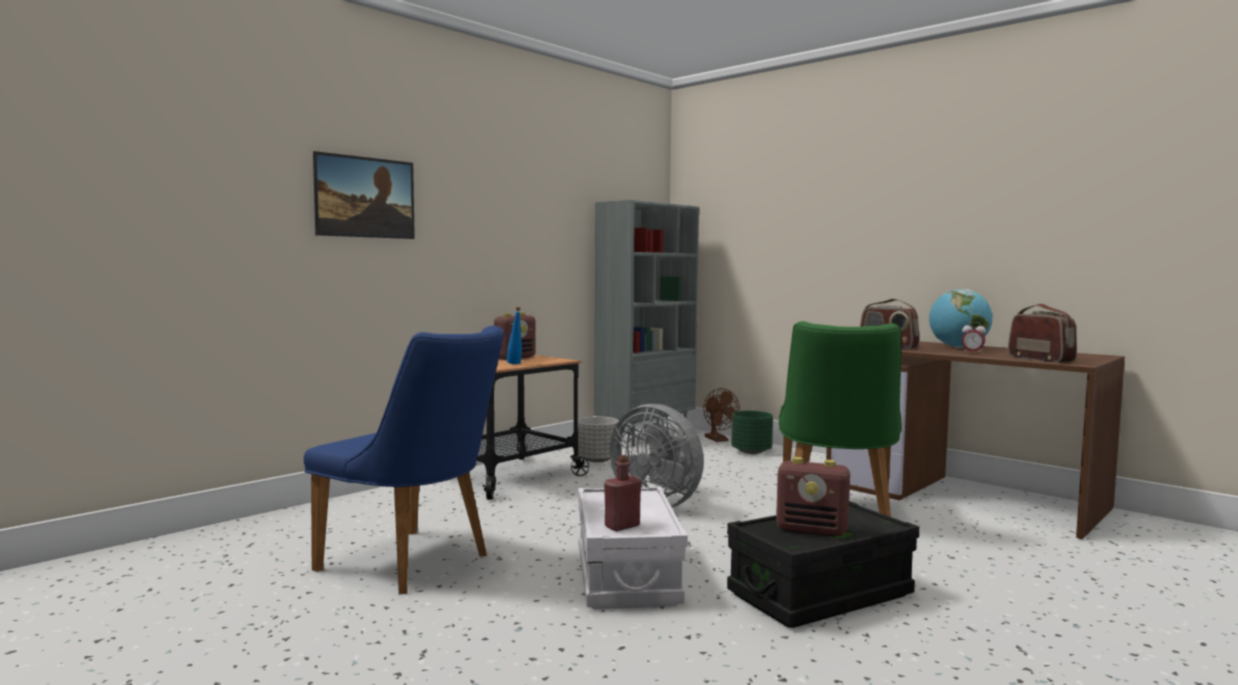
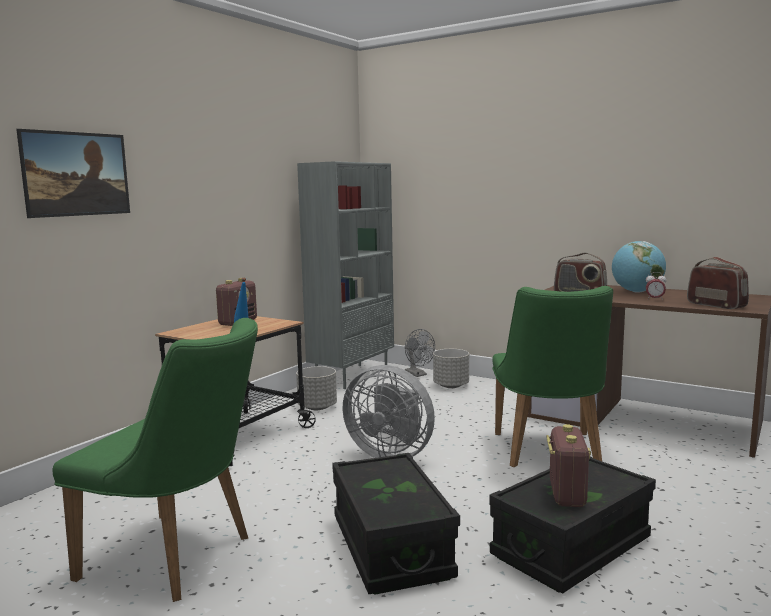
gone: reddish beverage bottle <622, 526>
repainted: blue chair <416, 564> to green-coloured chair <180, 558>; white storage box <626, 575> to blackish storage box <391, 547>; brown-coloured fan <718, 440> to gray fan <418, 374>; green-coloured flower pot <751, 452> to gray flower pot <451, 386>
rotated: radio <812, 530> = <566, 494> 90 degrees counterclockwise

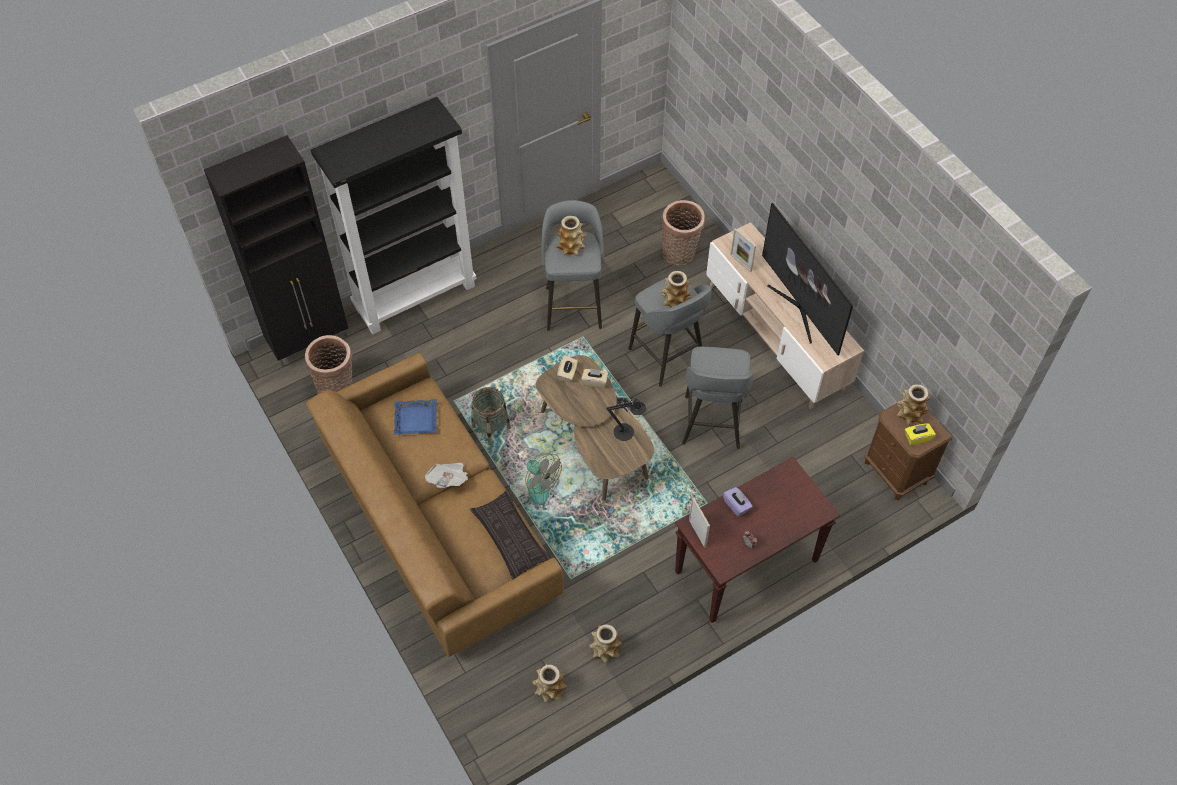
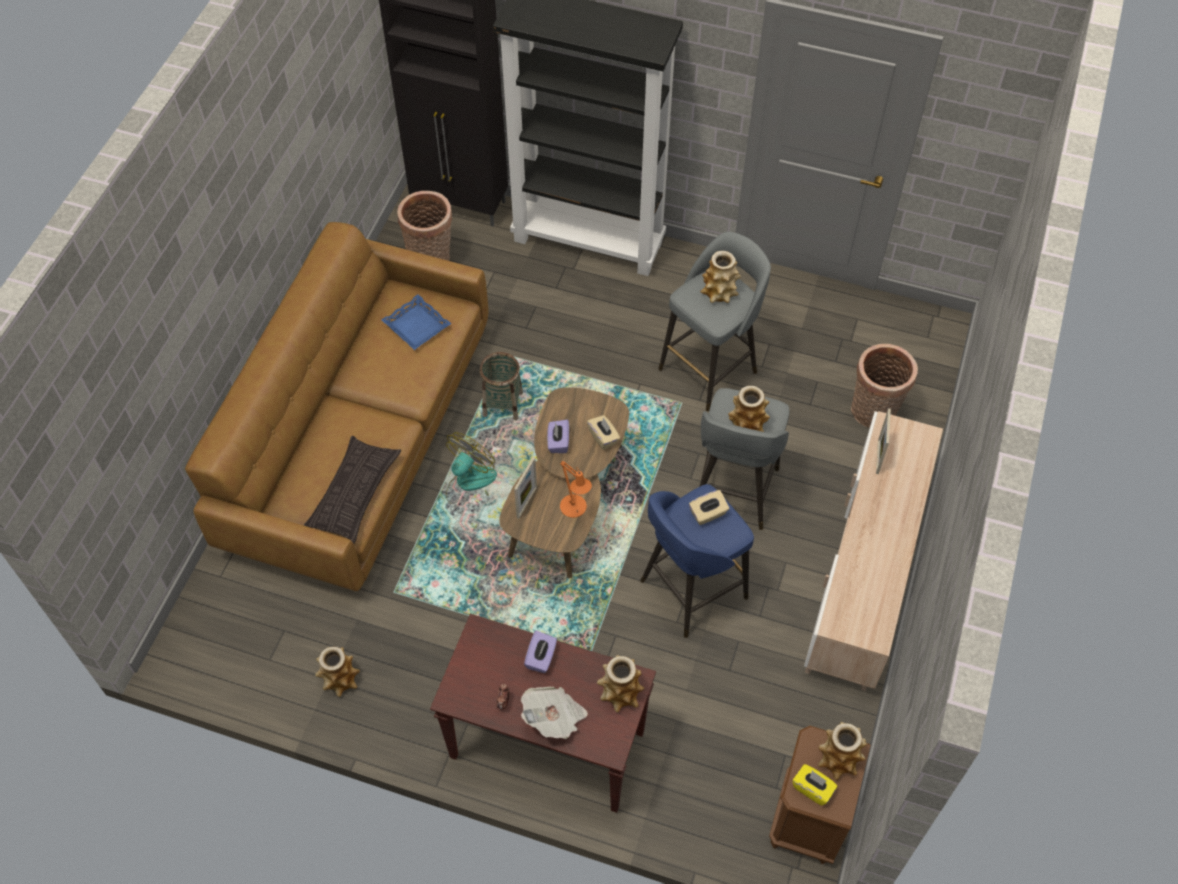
gone: TV <799, 309>
new: purplish box of tissues <558, 442>
shifted: photo frame <697, 533> to <526, 502>; daily paper <449, 480> to <554, 718>; flower vase <549, 689> to <620, 692>; sand-coloured box of tissues <567, 374> to <708, 514>
repainted: blackish lamp for a table <626, 432> to orange-coloured lamp for a table <575, 509>; gray sitting stool <711, 424> to blue sitting stool <690, 590>
rotated: fan <533, 485> = <470, 485> 150 degrees counterclockwise

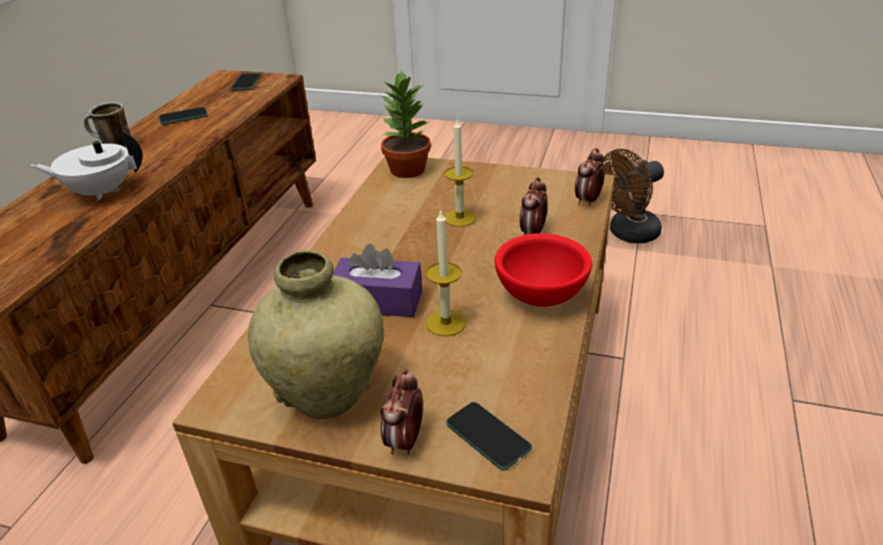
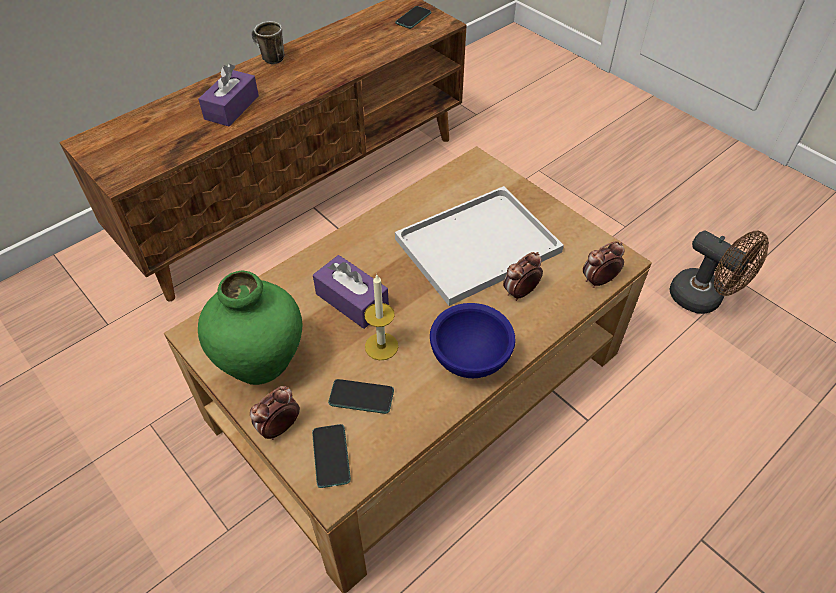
gone: potted plant <407, 170>
shifted: handset <183, 117> to <361, 397>
swapped: white tea pot <101, 192> to purplish box of tissues <231, 107>; wax light <460, 218> to white serving tray <476, 247>
repainted: sand-coloured flower vase <328, 394> to green-coloured flower vase <262, 364>; reddish deep dish <541, 296> to blue deep dish <469, 360>
rotated: brown-coloured fan <628, 234> = <703, 299> 135 degrees counterclockwise

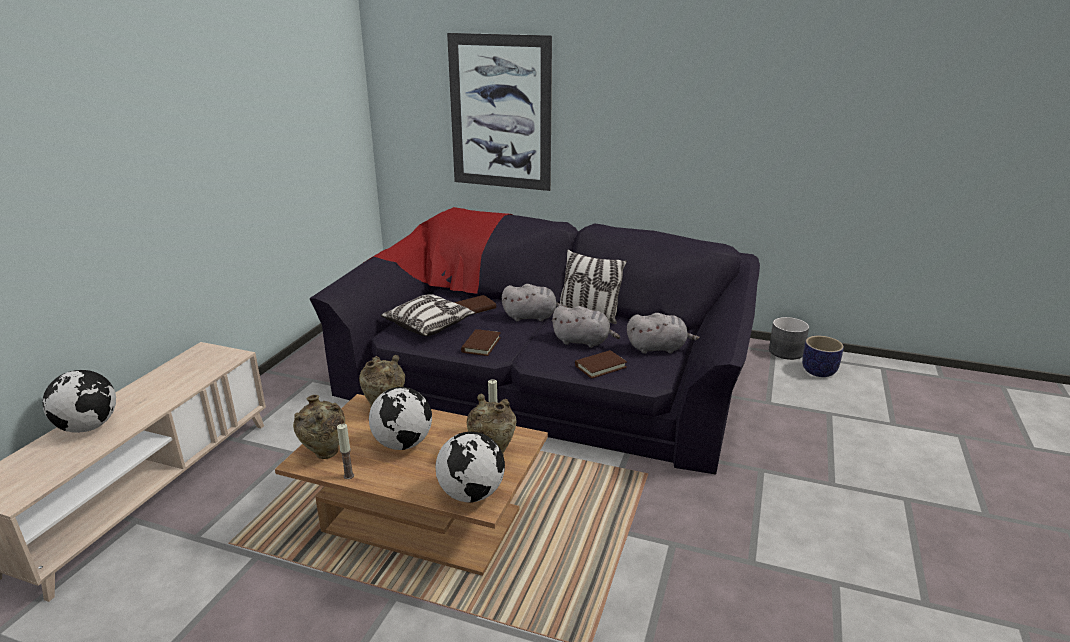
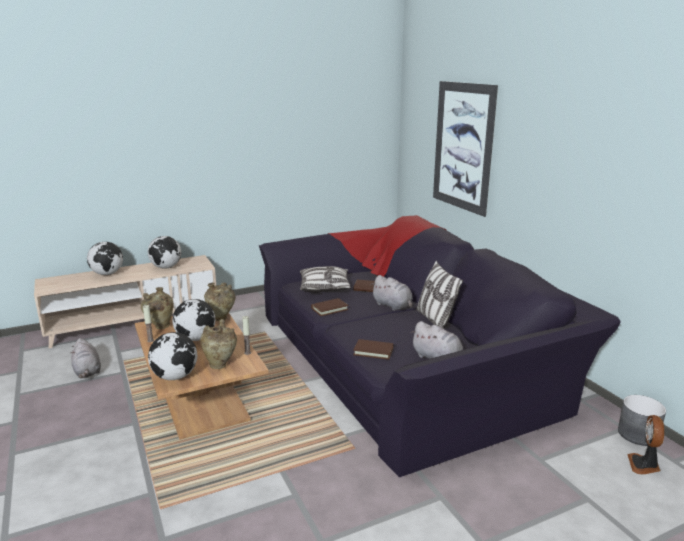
new: world globe <166, 267>
shifted: gray cuddly toy <583, 341> to <87, 372>
swapped: flower pot <819, 371> to fan <644, 465>

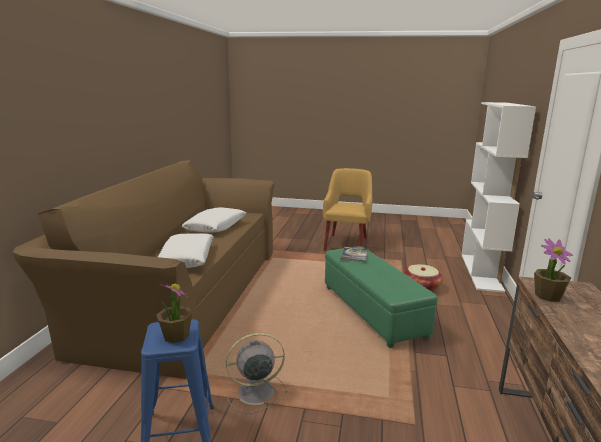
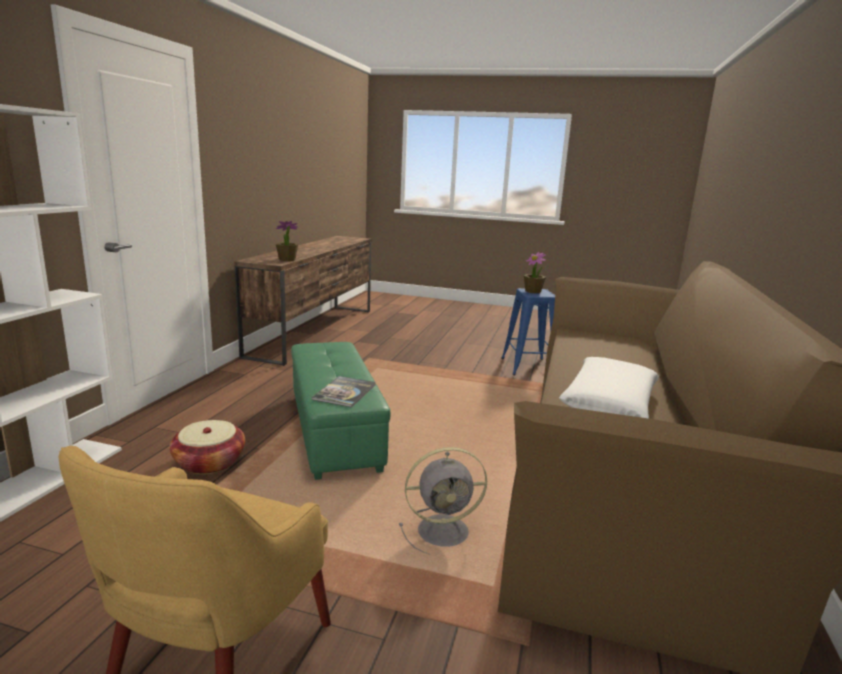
gone: white throw pillow <187, 258>
shifted: gray fan <254, 392> to <445, 531>

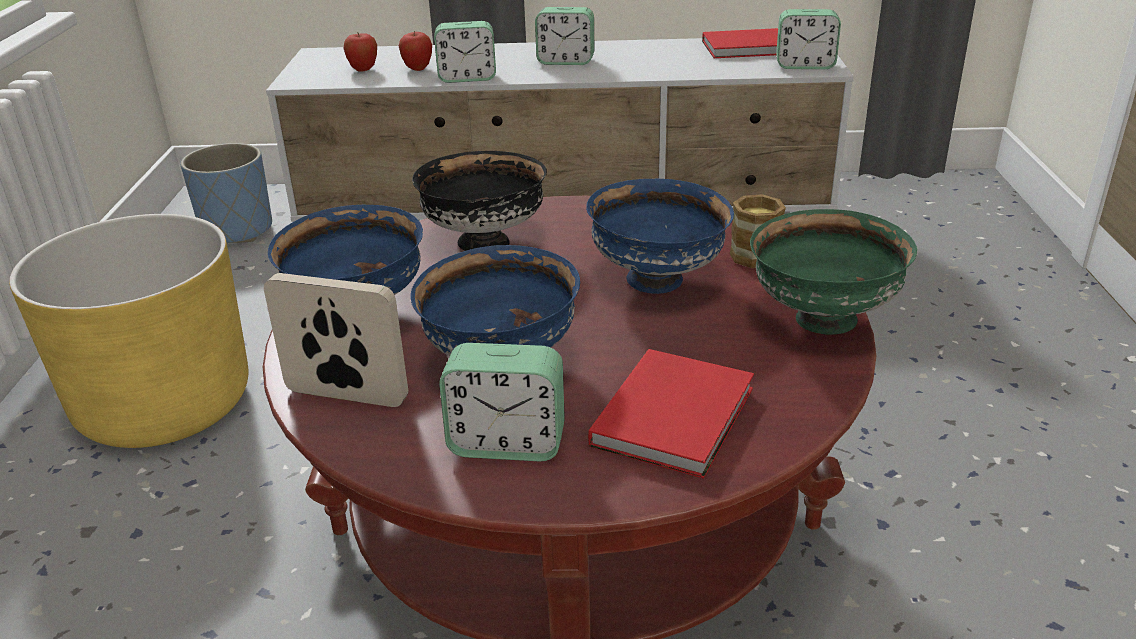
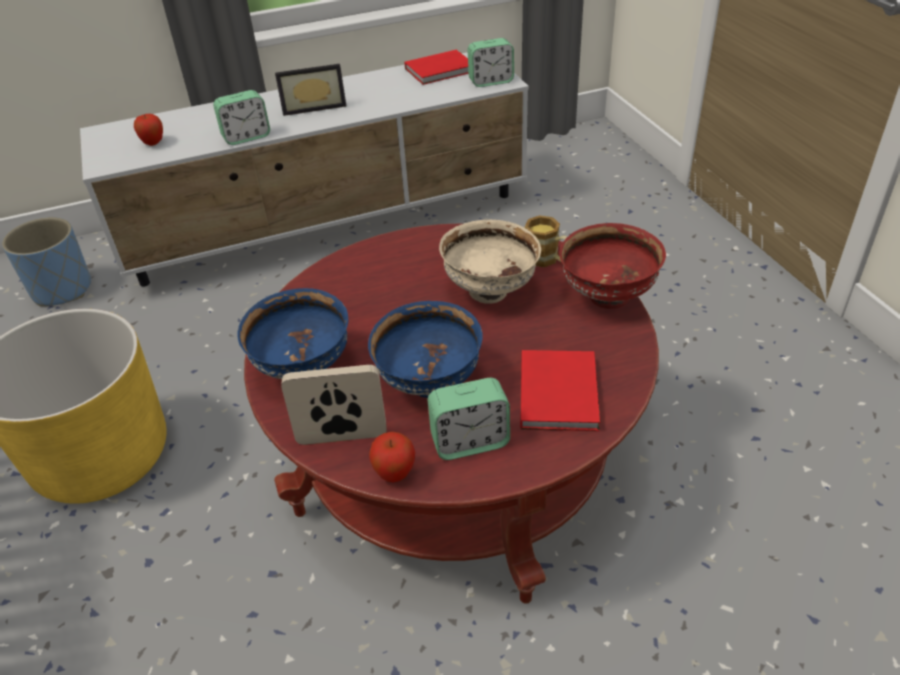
gone: blackish deep dish <483, 242>
shifted: apple <418, 69> to <395, 474>
swapped: bedside clock <566, 61> to photo frame <313, 106>
repainted: blue deep dish <658, 280> to sand-coloured deep dish <490, 291>; green-coloured deep dish <822, 321> to reddish deep dish <607, 298>

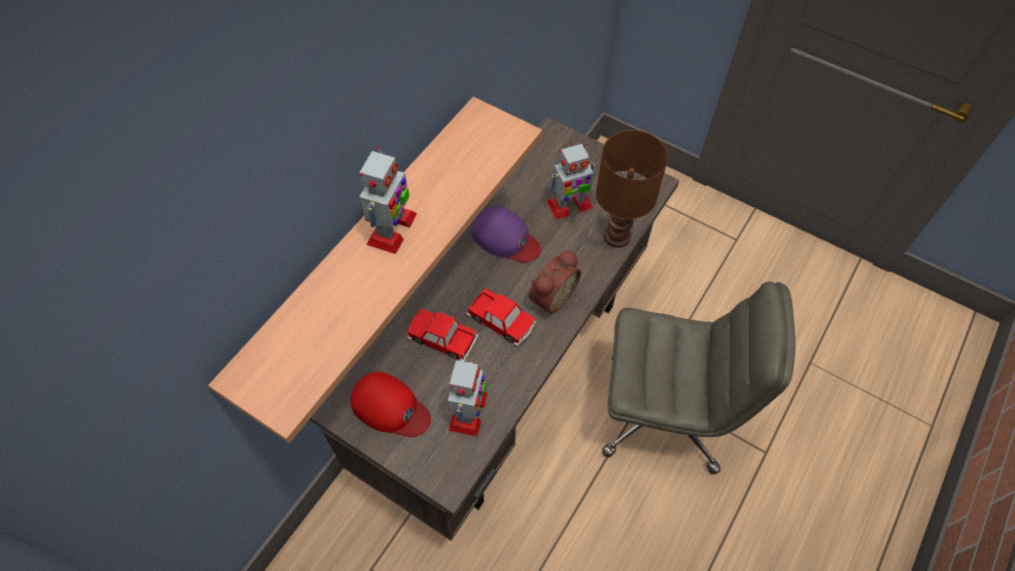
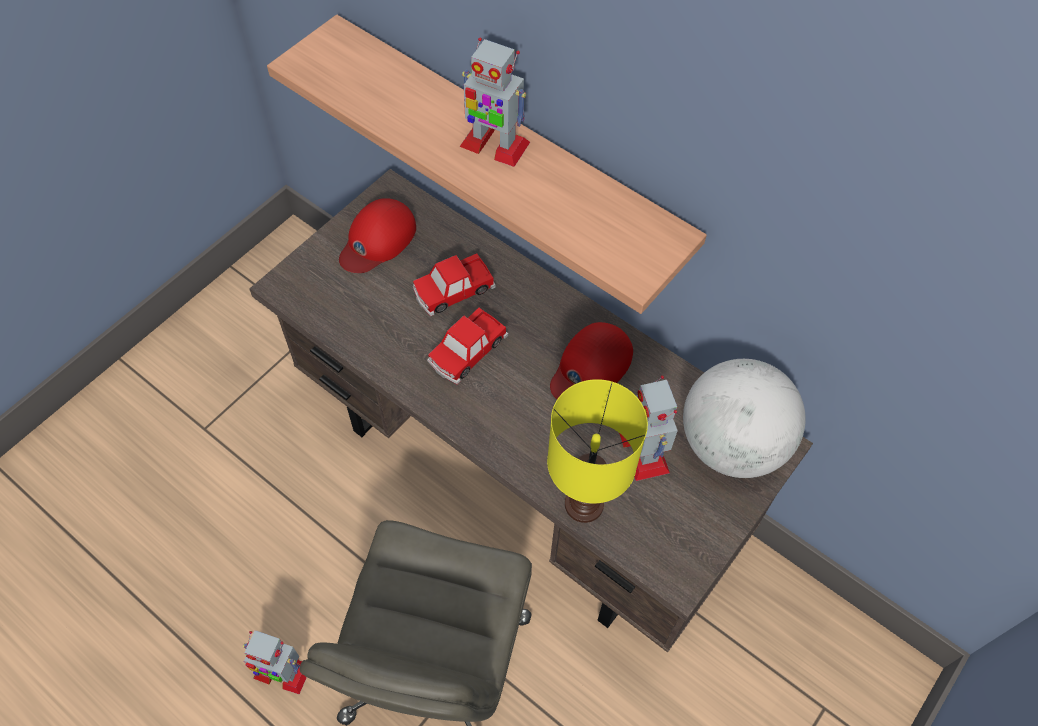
gone: bedside clock <550, 296>
new: world globe <731, 444>
shifted: toy robot <468, 412> to <281, 671>
repainted: brown-coloured lamp for a table <616, 237> to yellowish lamp for a table <582, 503>; purplish baseball cap <505, 238> to reddish baseball cap <590, 367>
rotated: toy car <442, 338> = <453, 290> 150 degrees counterclockwise

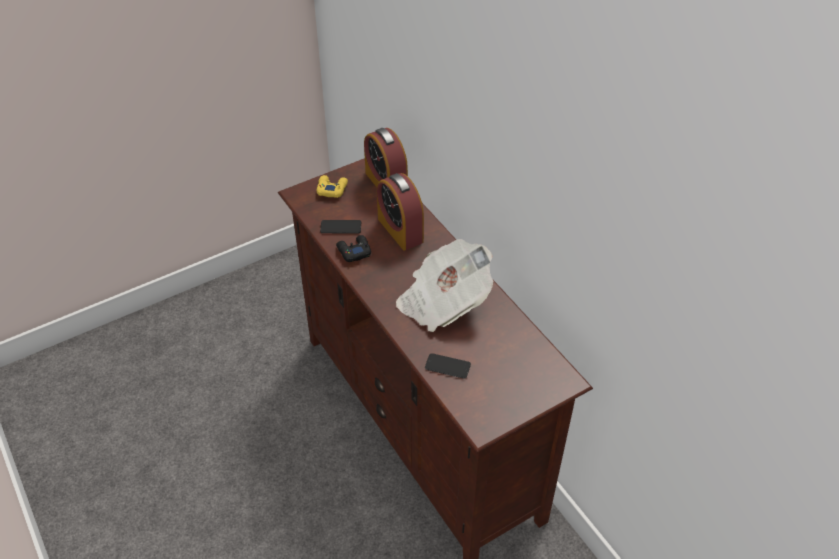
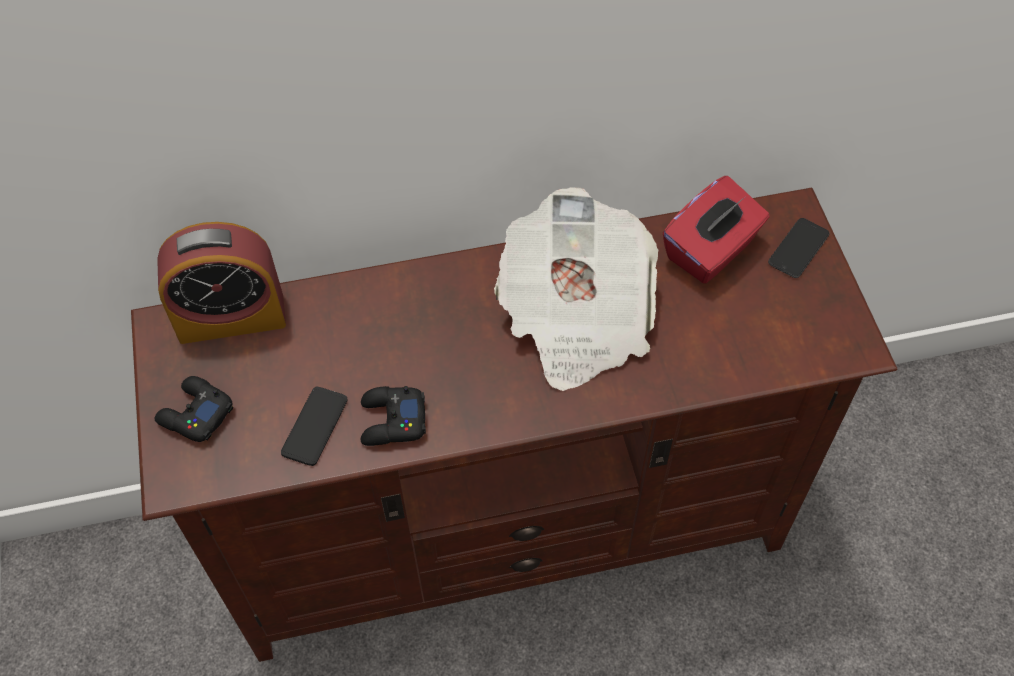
gone: bedside clock <400, 230>
new: reddish box of tissues <711, 251>
shifted: handset <447, 366> to <798, 248>
repainted: yellowish gamepad <332, 189> to blackish gamepad <195, 414>

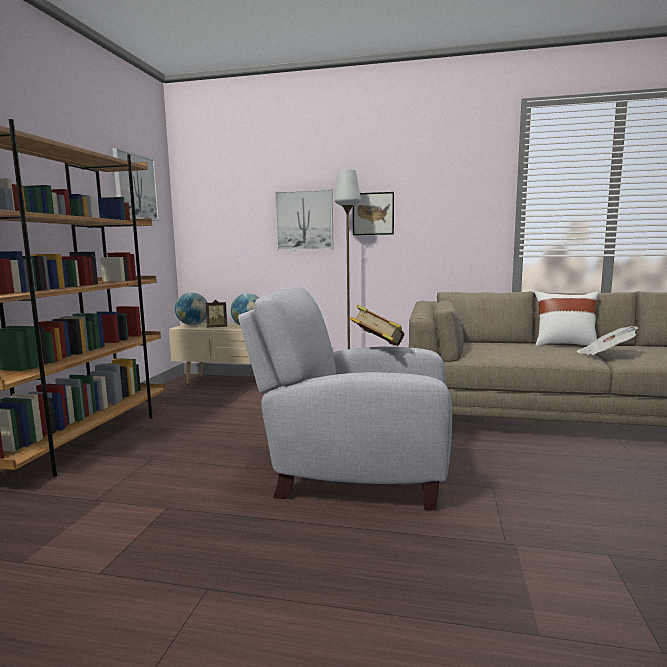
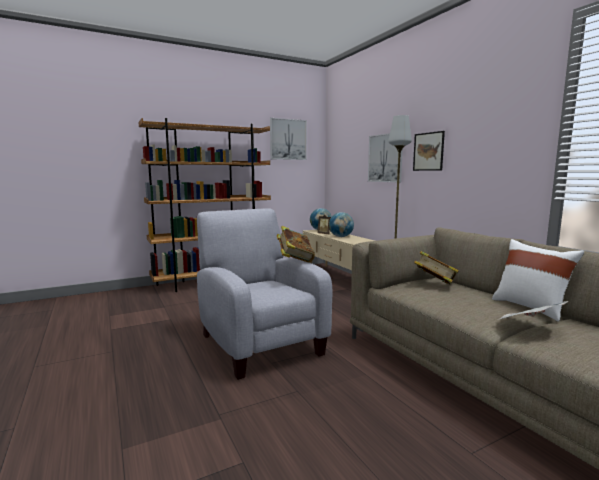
new: volume <434, 285>

